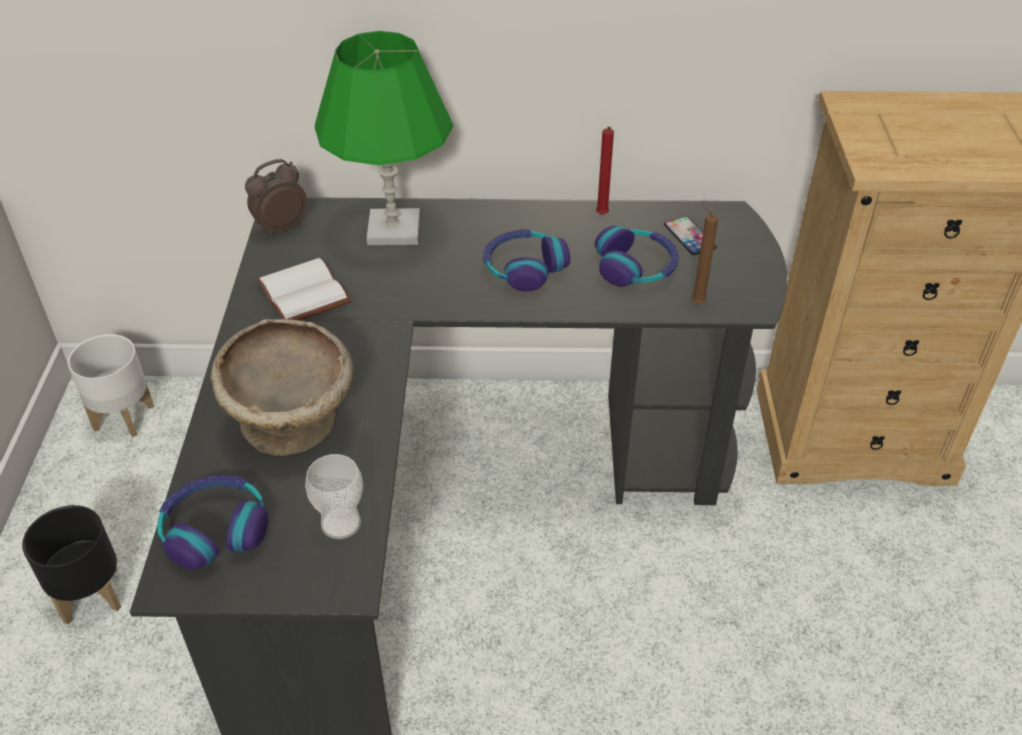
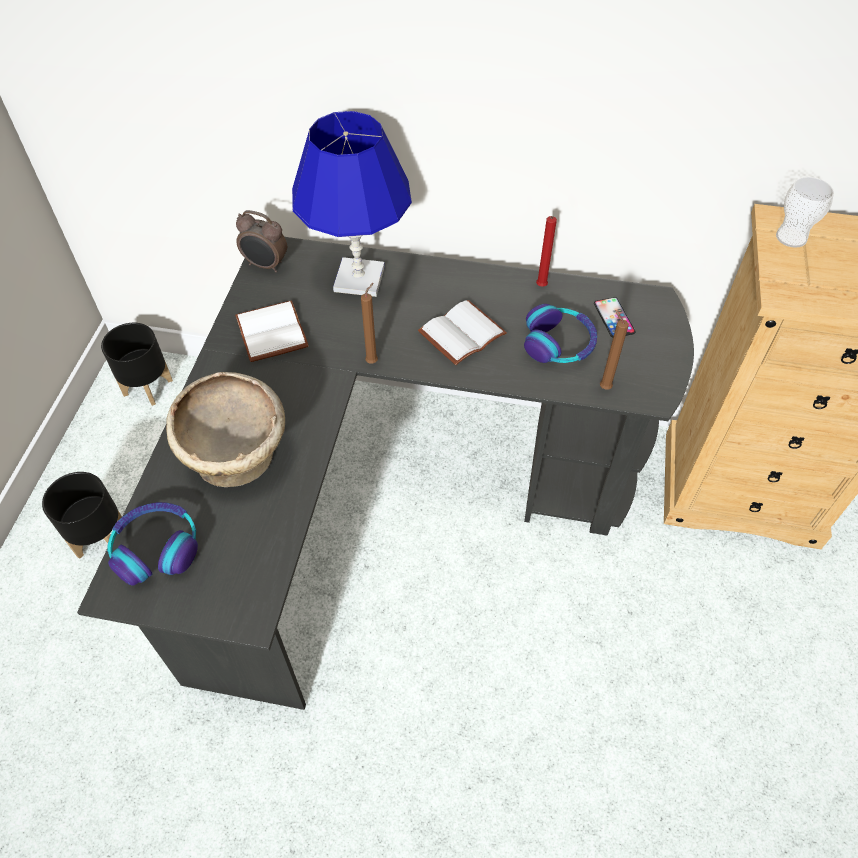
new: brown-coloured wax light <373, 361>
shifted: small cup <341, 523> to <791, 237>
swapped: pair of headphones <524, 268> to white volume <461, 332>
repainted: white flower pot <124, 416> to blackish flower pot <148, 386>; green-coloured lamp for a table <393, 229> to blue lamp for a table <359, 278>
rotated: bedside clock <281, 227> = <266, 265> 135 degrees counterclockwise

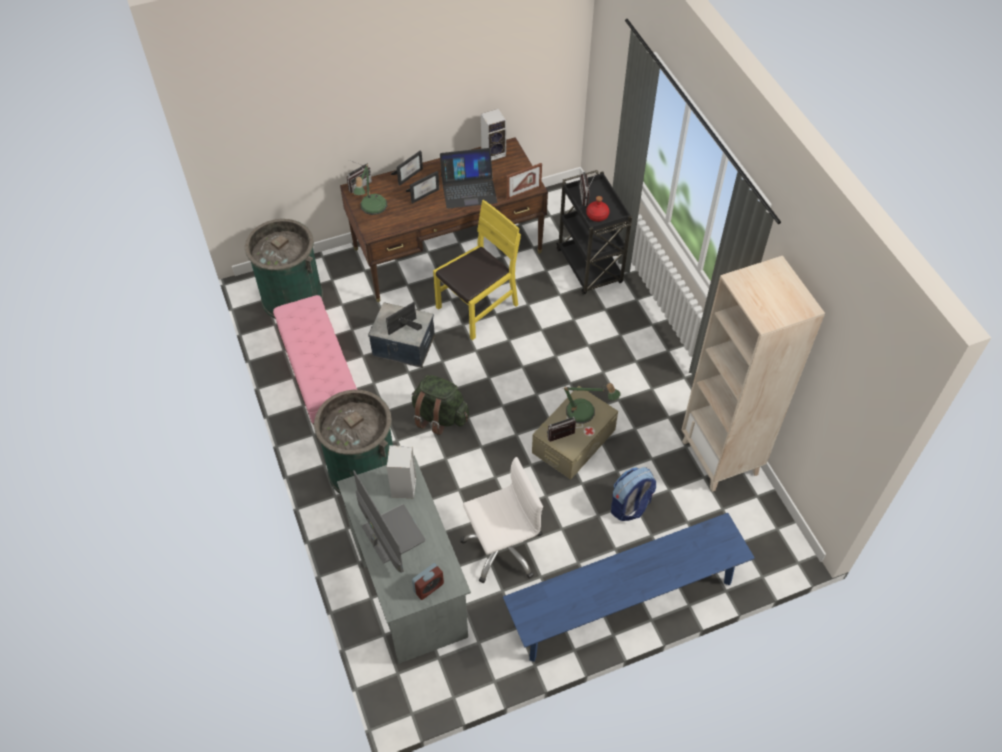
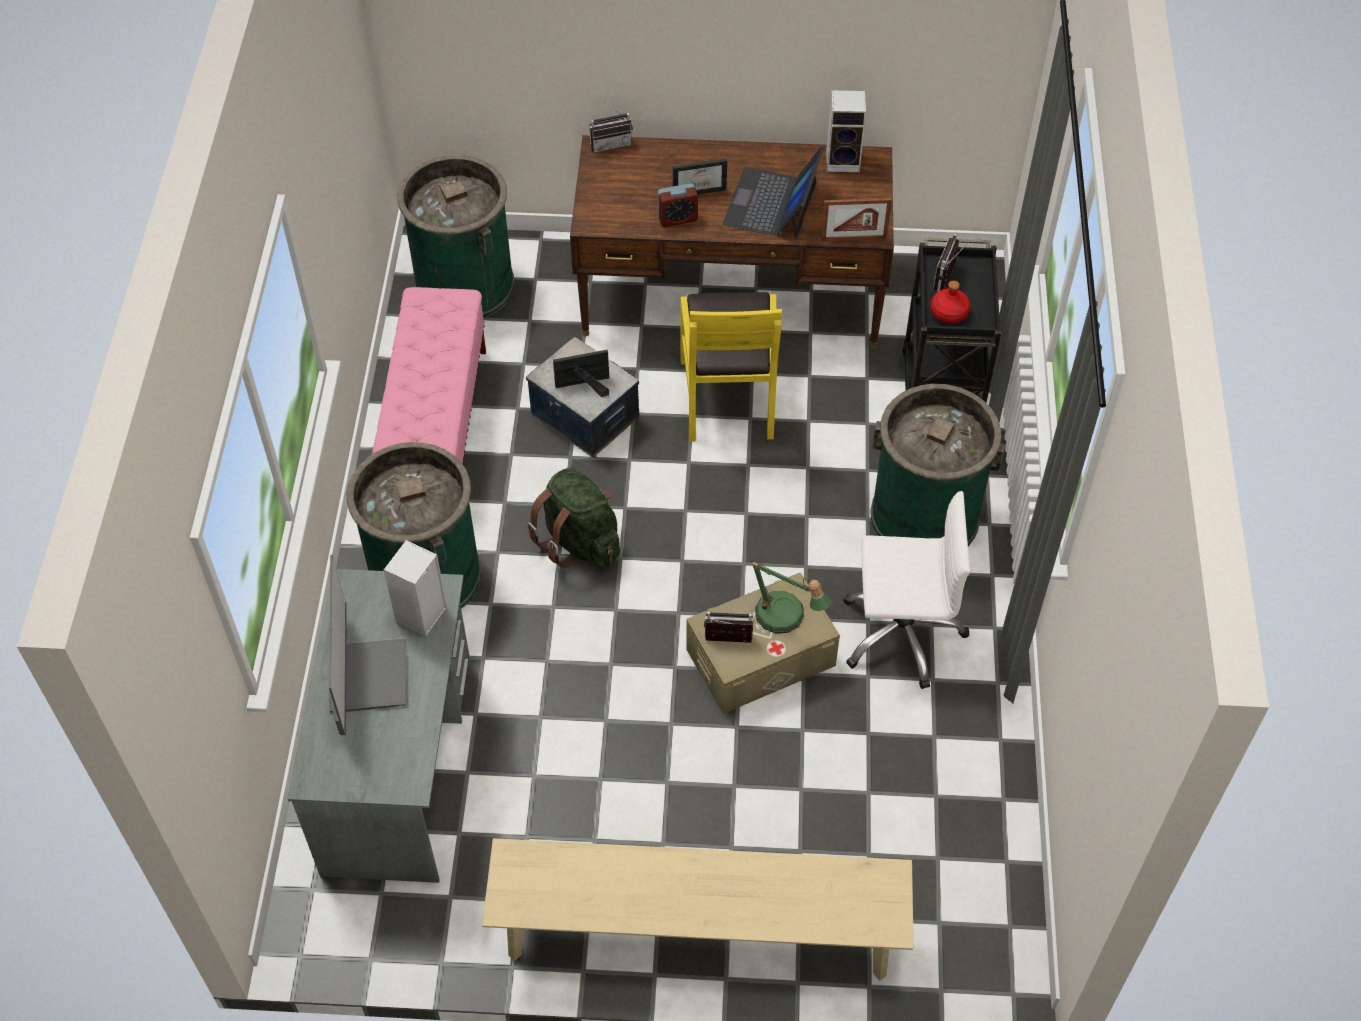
gone: lamp for a table <372, 208>; photo frame <408, 174>; knapsack <630, 506>; sand-coloured bookcase <720, 458>
new: green-coloured waste bin <925, 516>
shifted: bedside clock <428, 587> to <677, 218>; white office chair <502, 548> to <901, 633>
repainted: blue bench <624, 603> to sand-coloured bench <698, 935>
rotated: yellowish chair <477, 307> = <728, 397> 105 degrees clockwise; laptop <468, 189> = <772, 204> 90 degrees clockwise

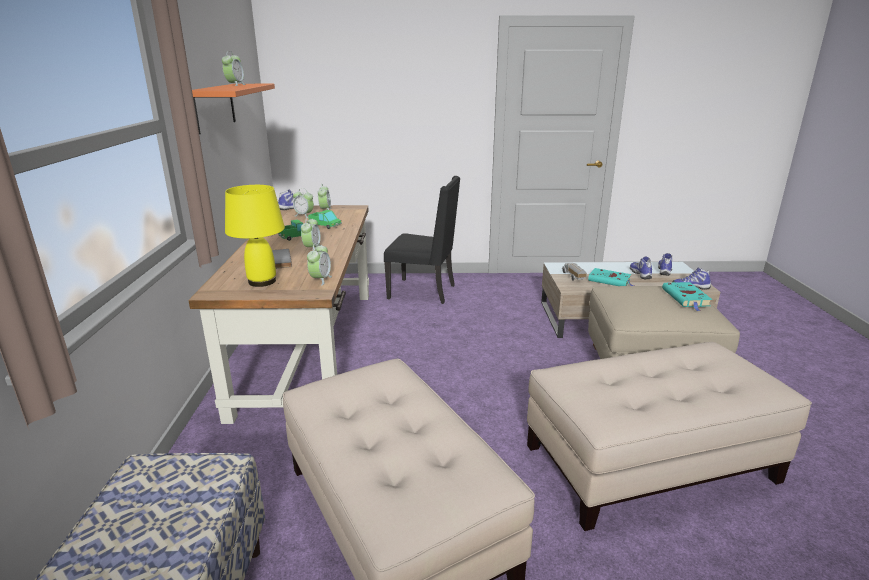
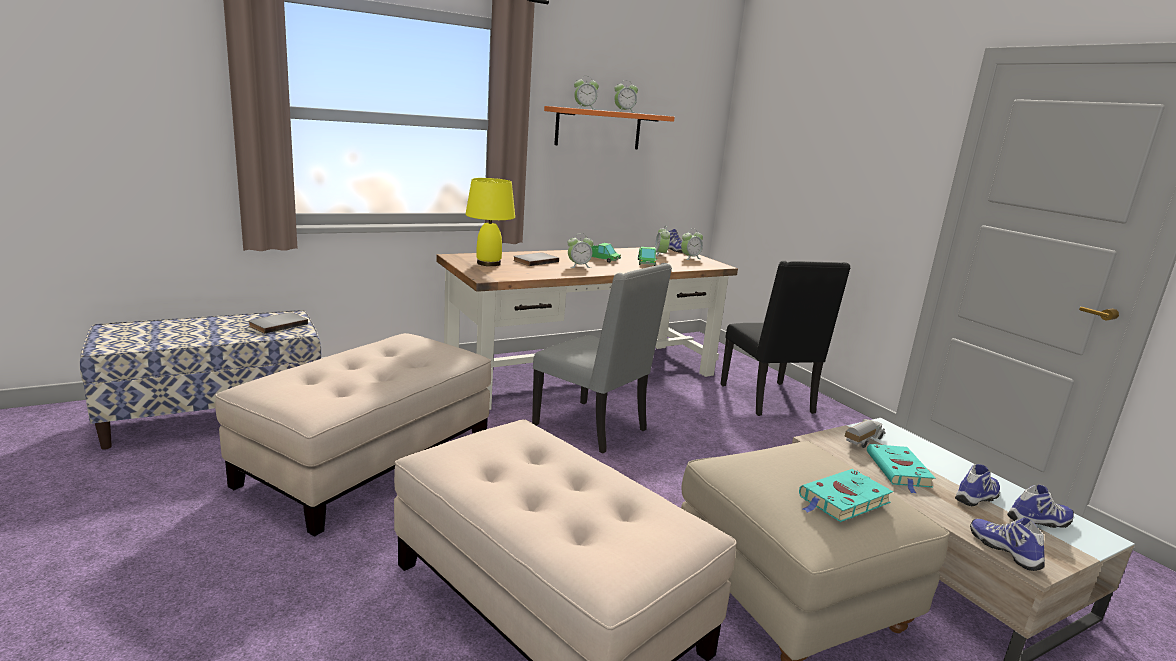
new: gray volume <277, 324>; gray chair <593, 428>
shifted: bedside clock <320, 280> to <584, 108>

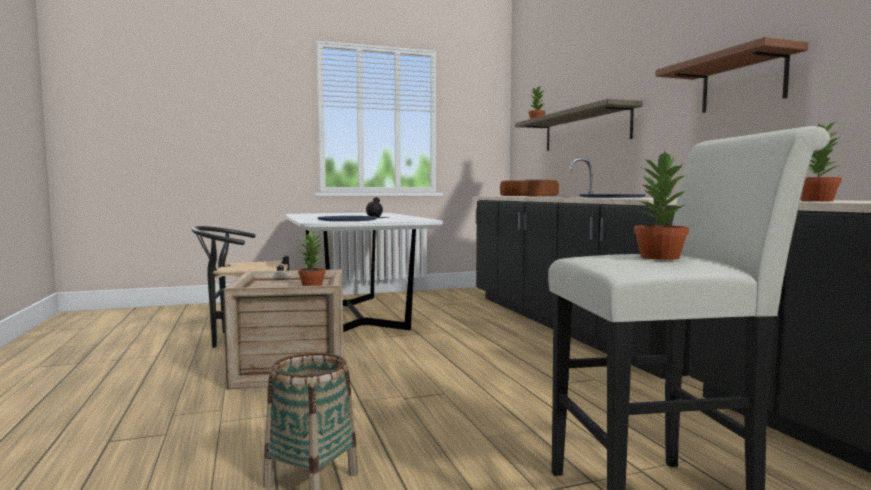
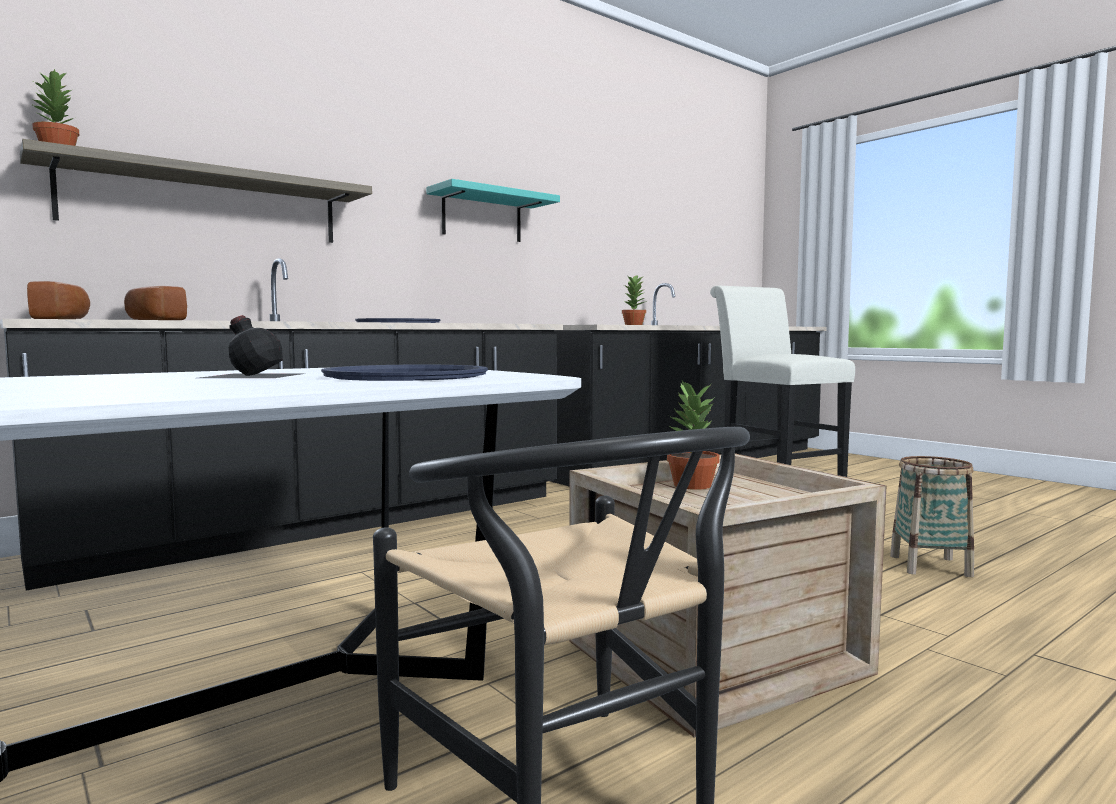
gone: potted plant <658, 257>
repainted: brown-coloured wall shelf <743, 82> to blue-green wall shelf <482, 216>

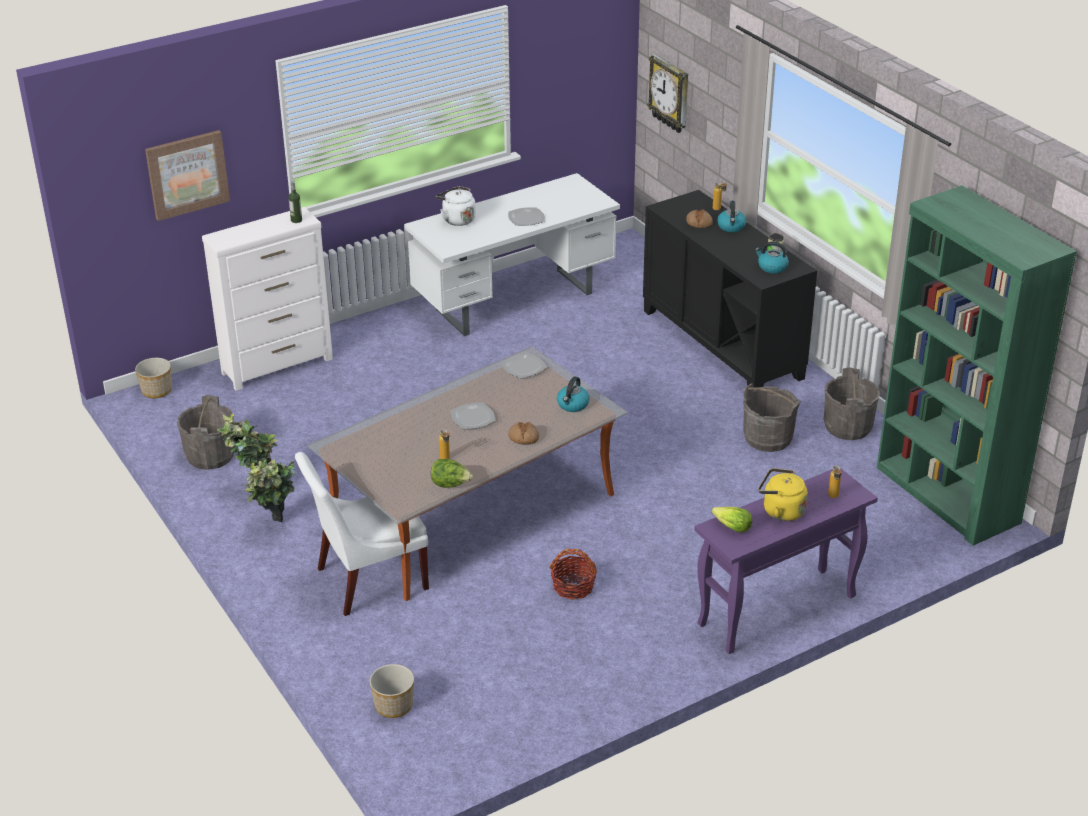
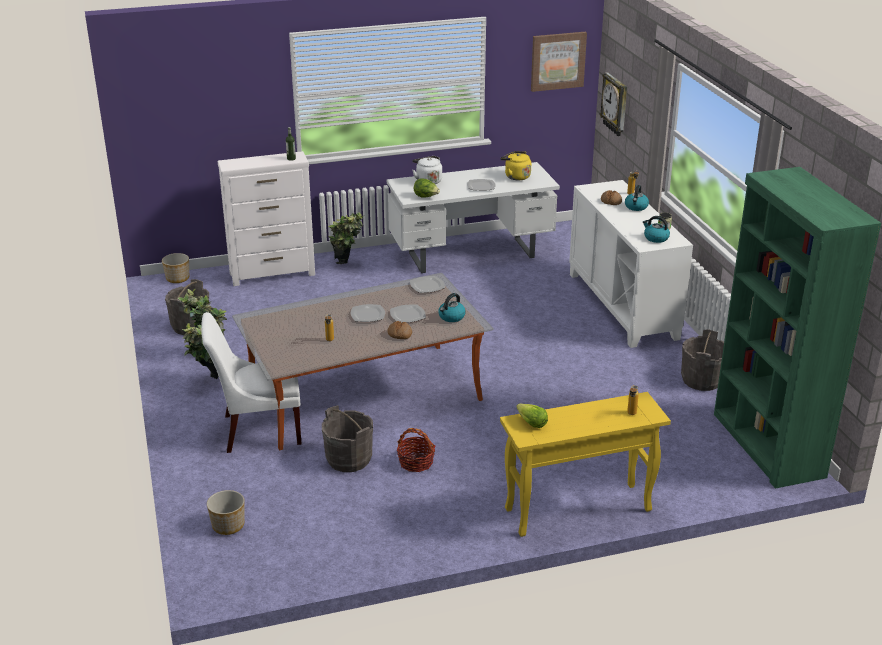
new: potted plant <348, 267>; dinner plate <408, 315>
shifted: gray bucket <767, 438> to <348, 459>; head of lettuce <450, 485> to <426, 197>; yellowish kettle <780, 511> to <516, 176>; wall art <187, 174> to <557, 61>
repainted: purplish narrow table <776, 611> to yellowish narrow table <577, 510>; blackish cupboard <722, 344> to white cupboard <623, 305>

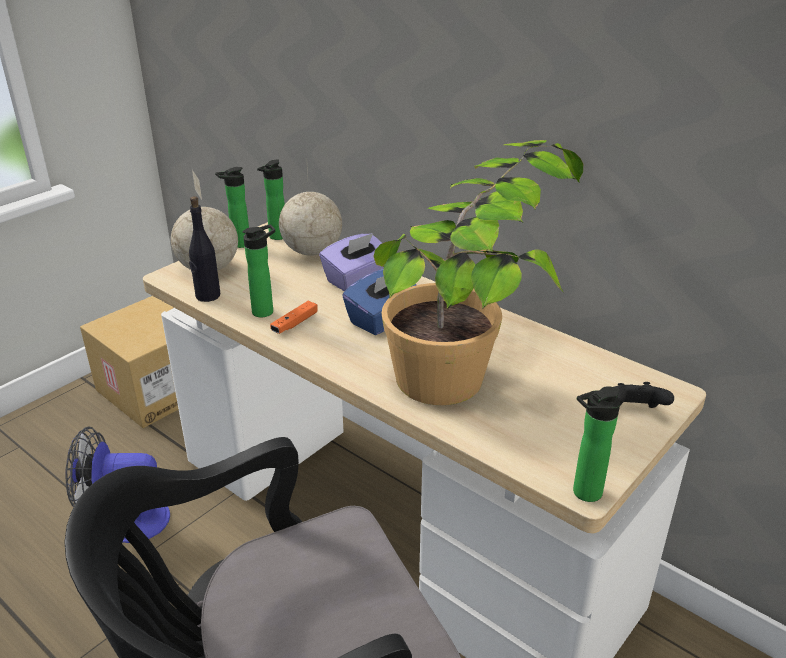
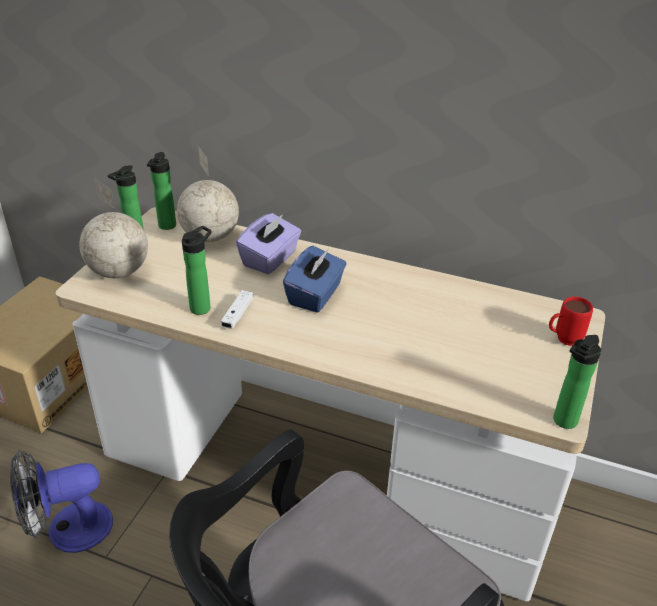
gone: blackish beverage bottle <207, 296>; potted plant <474, 362>
swapped: blackish gamepad <635, 411> to reddish tea mug <562, 340>
repainted: orange-coloured gamepad <295, 323> to white gamepad <237, 315>

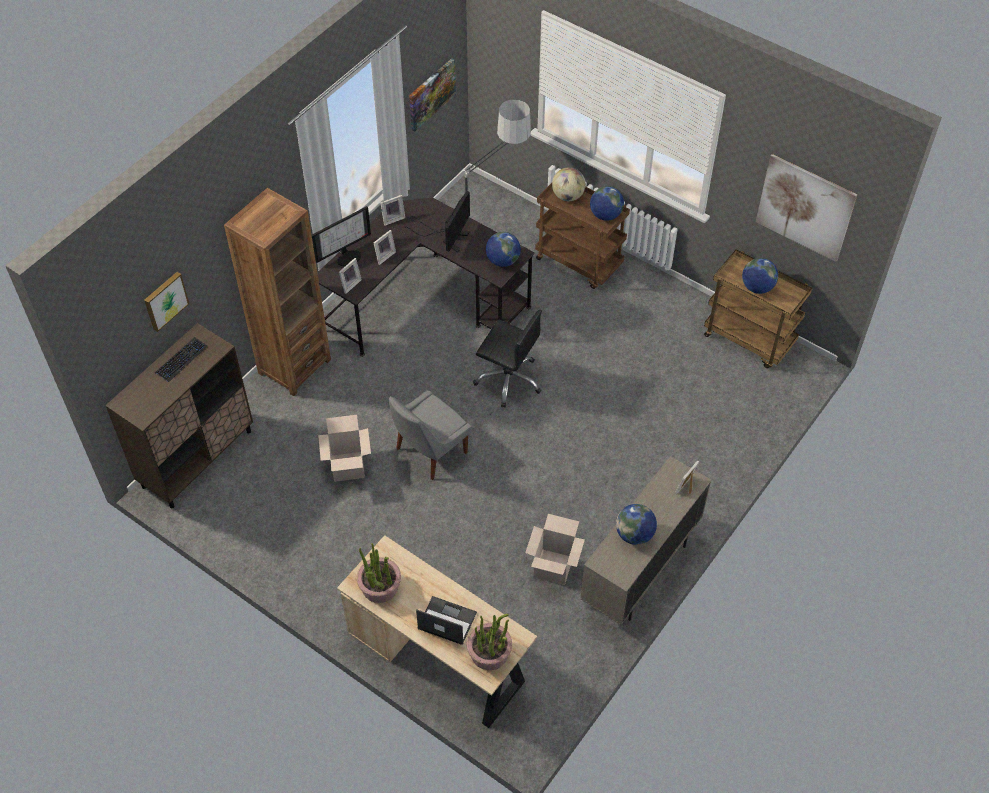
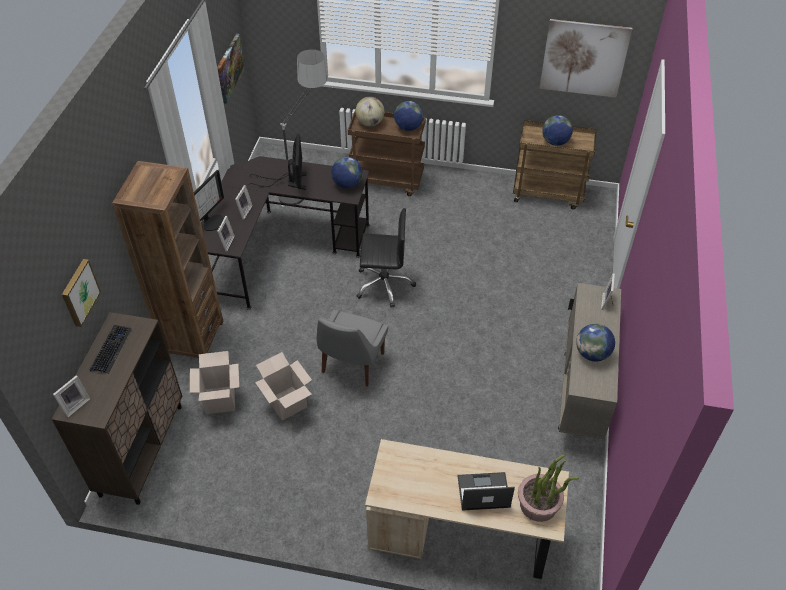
gone: potted plant <380, 587>
shifted: photo frame <392, 218> to <75, 405>; cardboard box <553, 567> to <220, 399>

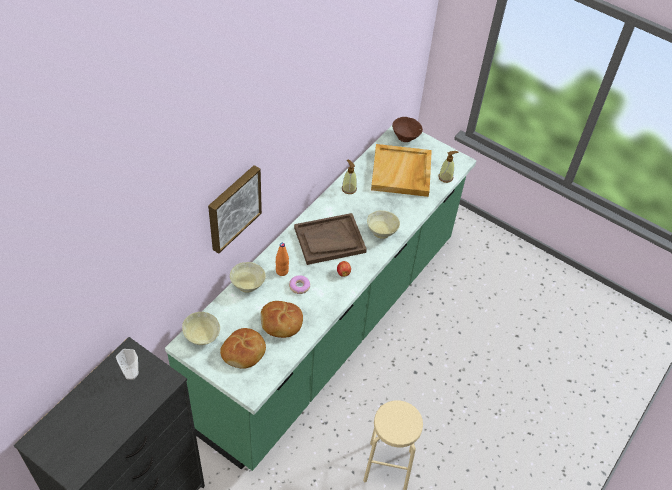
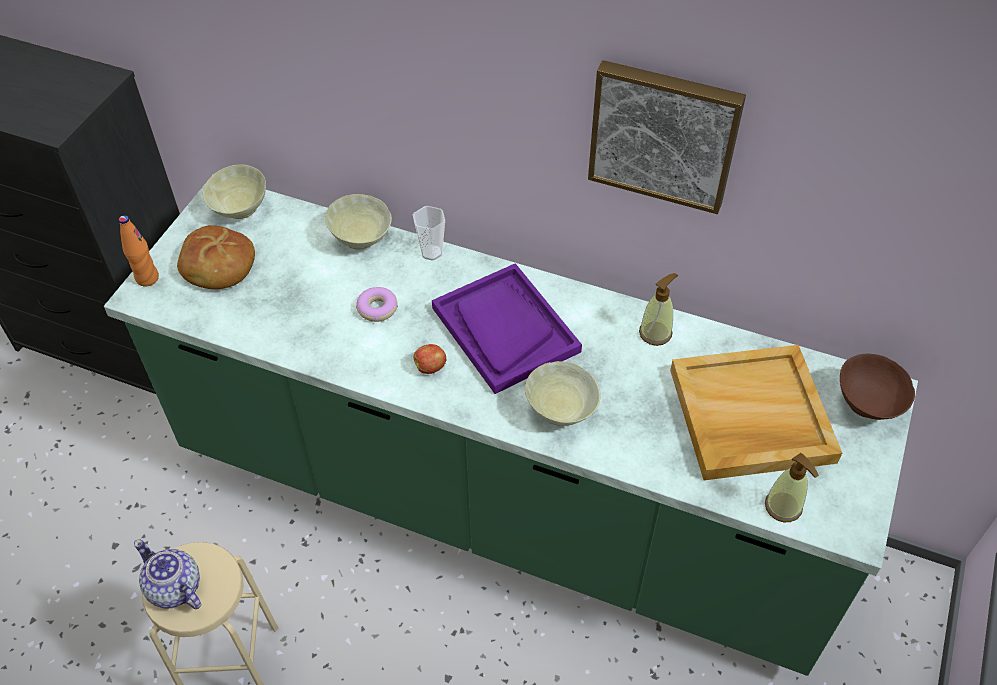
gone: bread <281, 323>
new: tea pot <175, 588>
shifted: orange-coloured beverage bottle <282, 271> to <147, 278>; small cup <131, 374> to <431, 252>; wall art <233, 207> to <664, 134>
repainted: brown-coloured serving tray <329, 240> to purplish serving tray <505, 329>

